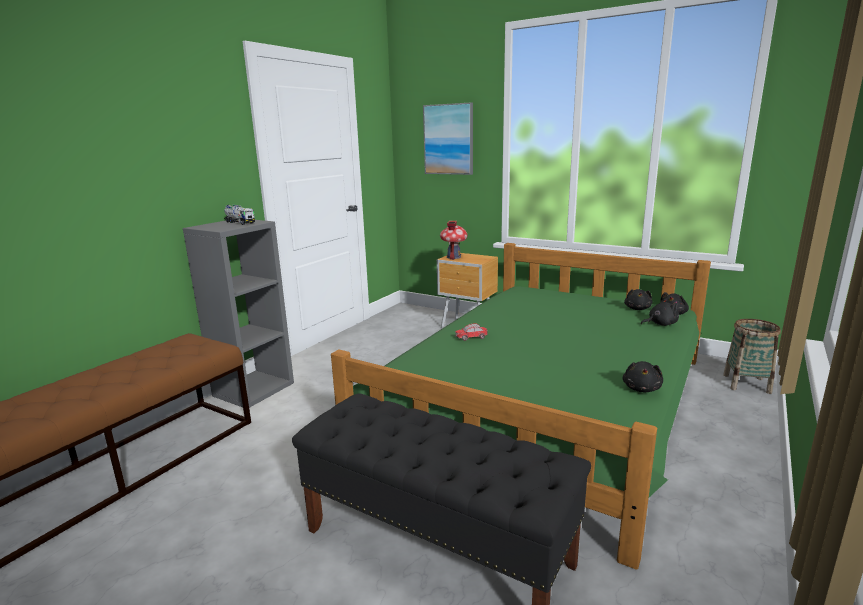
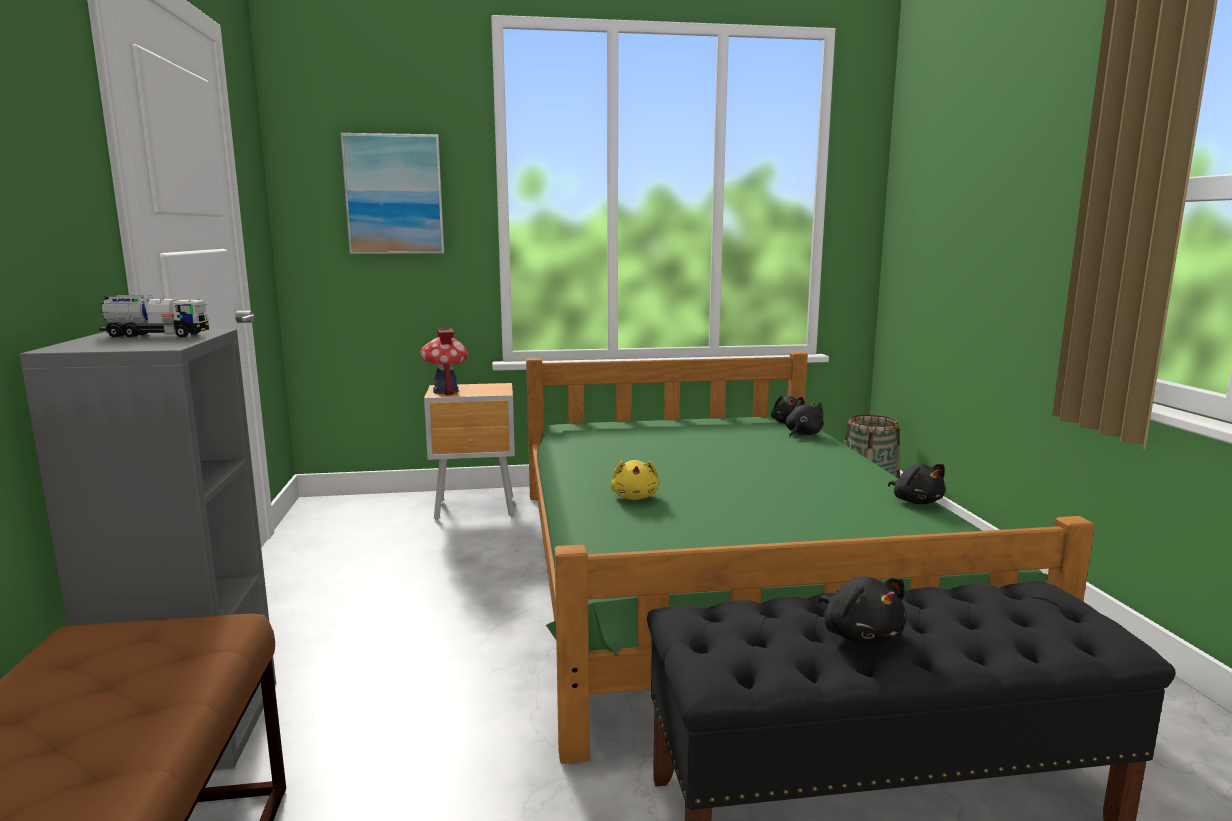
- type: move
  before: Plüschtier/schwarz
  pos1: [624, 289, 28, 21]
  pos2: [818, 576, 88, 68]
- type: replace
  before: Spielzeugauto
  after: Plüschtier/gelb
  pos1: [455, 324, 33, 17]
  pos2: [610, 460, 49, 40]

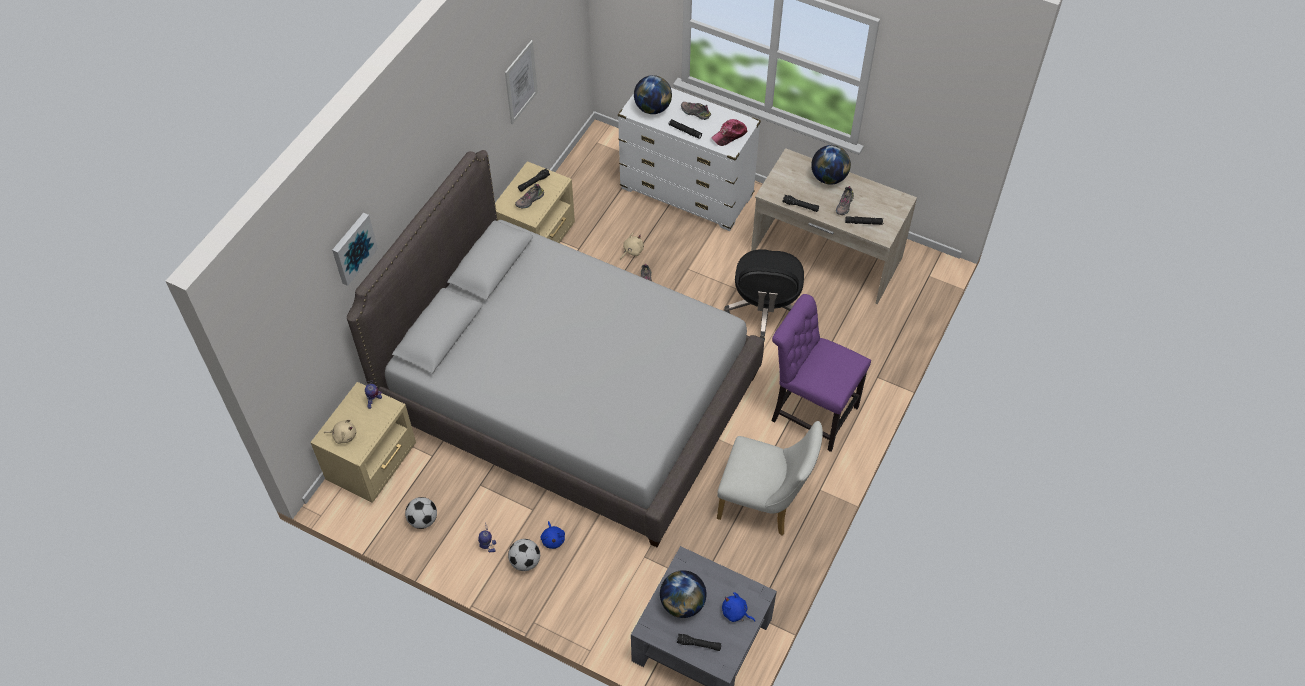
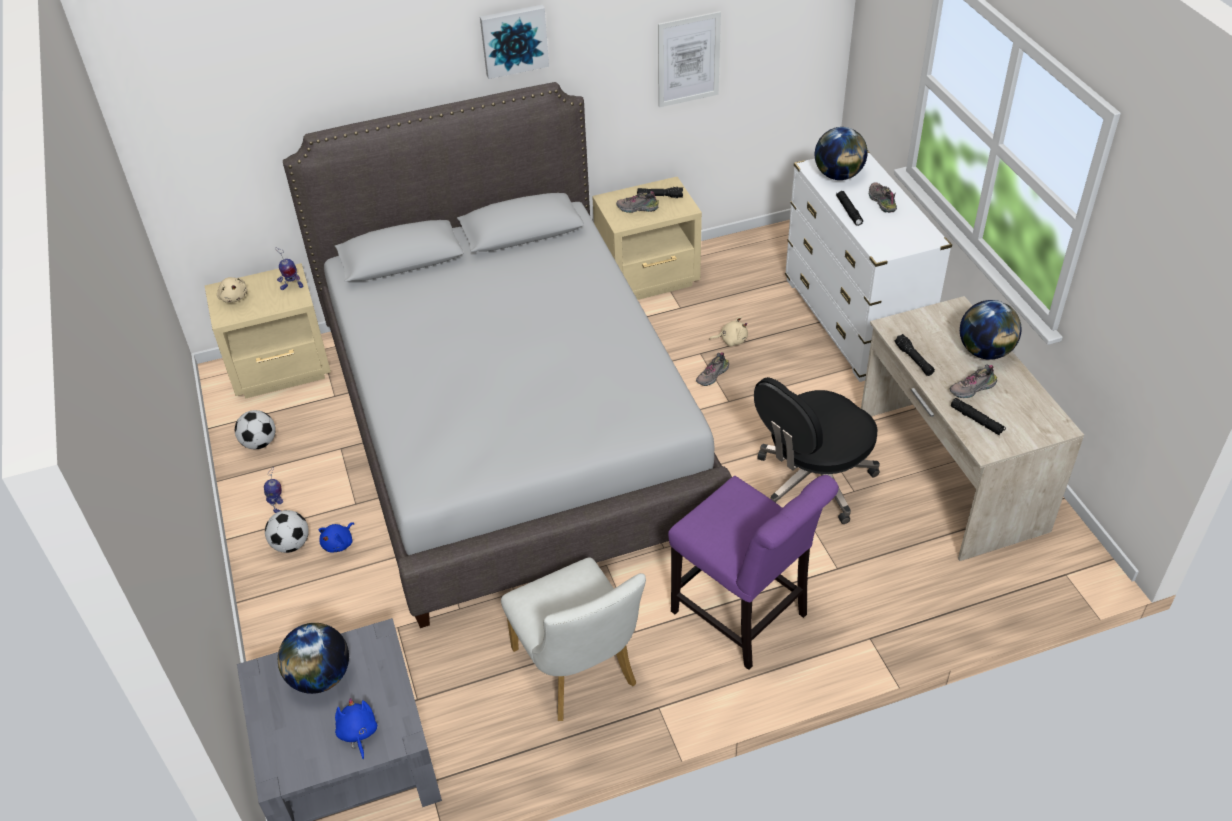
- type: delete
  before: Taschenlampe/schwarz
  pos1: [677, 634, 44, 17]
- type: delete
  before: Kappe
  pos1: [711, 119, 37, 27]
- type: move
  before: Bild
  pos1: [332, 213, 46, 73]
  pos2: [480, 5, 69, 74]
- type: rotate
  before: Stuhl/lila
  pos1: [771, 294, 100, 158]
  pos2: [668, 475, 171, 195]
  turn: 150

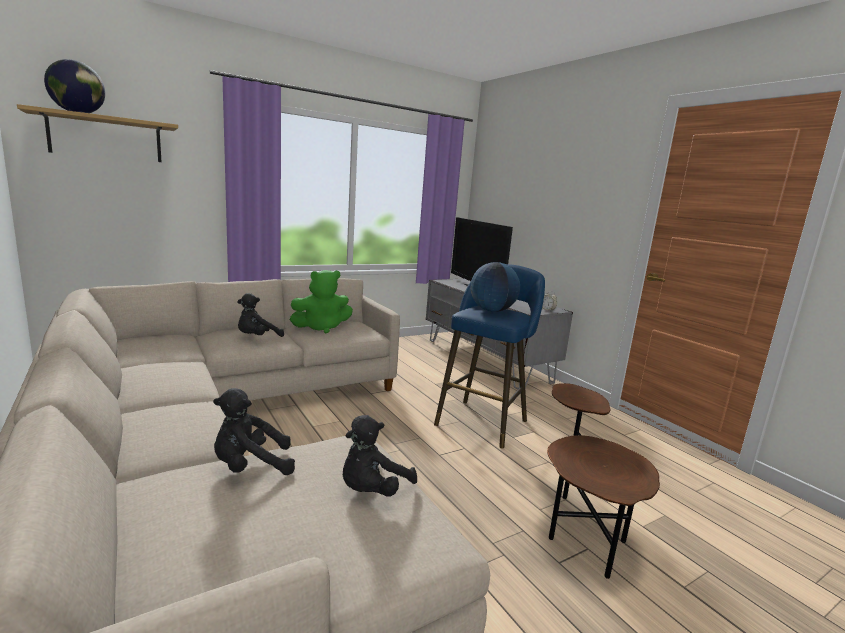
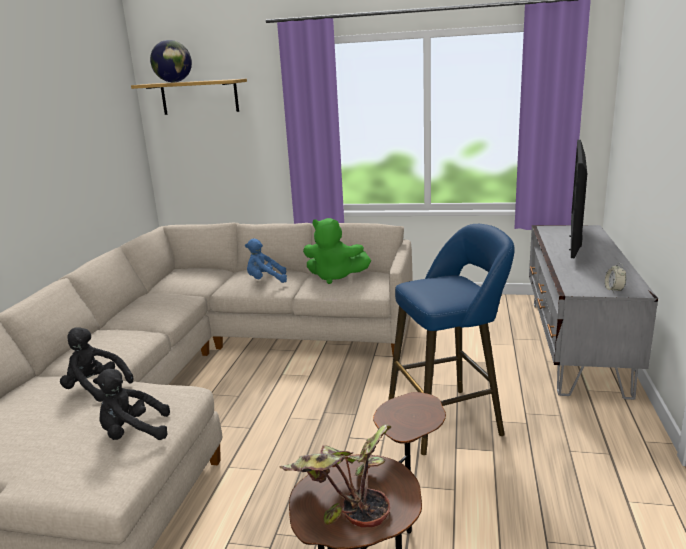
- type: delete
  before: Globus
  pos1: [471, 262, 49, 50]
- type: insert
  after: Topfpflanze
  pos2: [279, 424, 112, 104]
- type: recolor
  before: Plüschtier/schwarz
  after: Plüschtier/blau
  pos1: [237, 293, 47, 44]
  pos2: [245, 239, 42, 44]

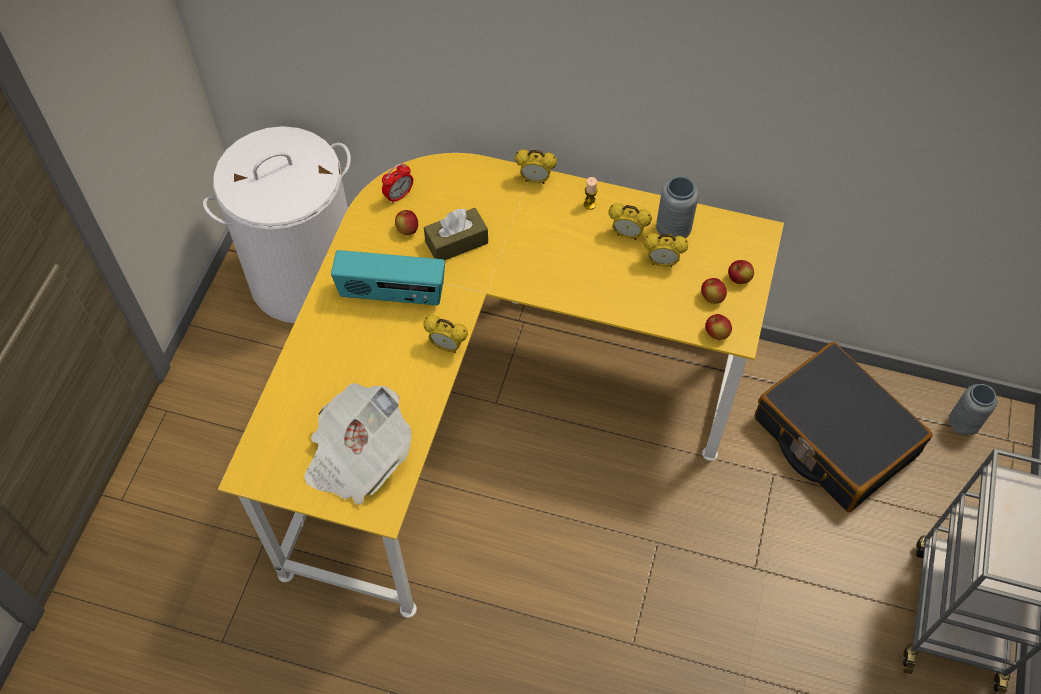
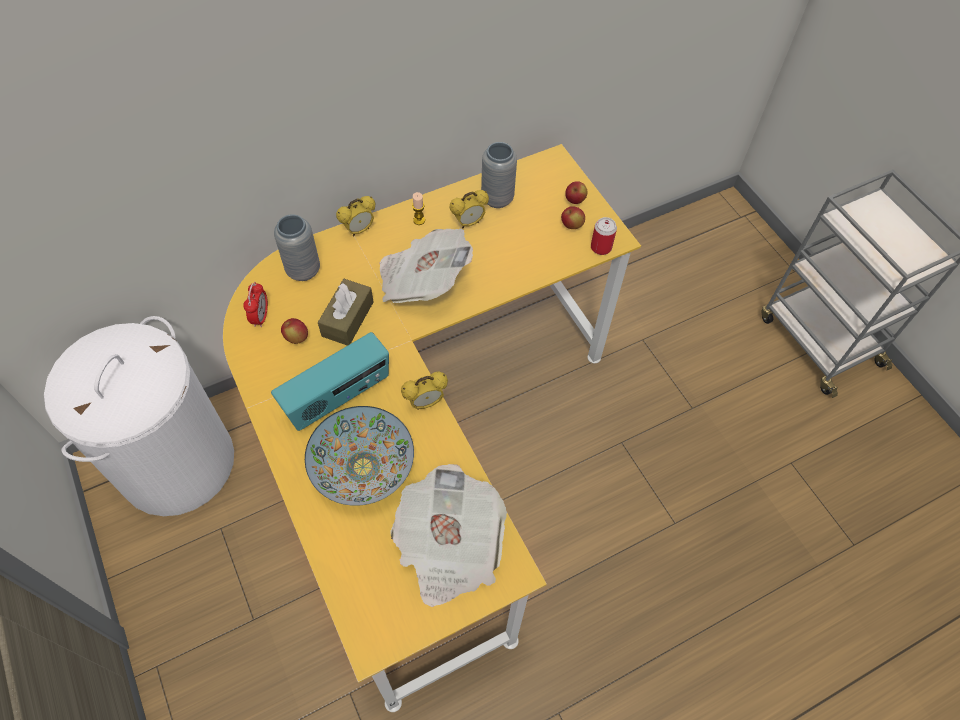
- type: delete
  before: Wecker
  pos1: [644, 233, 44, 34]
- type: delete
  before: Koffer/schwarz
  pos1: [755, 342, 177, 170]
- type: insert
  after: Schüssel
  pos2: [305, 406, 109, 100]
- type: insert
  after: Zeitung
  pos2: [380, 229, 93, 74]
- type: move
  before: Vase/grau
  pos1: [949, 384, 48, 52]
  pos2: [274, 214, 46, 67]
- type: replace
  before: Apfel
  after: Dose
  pos1: [705, 314, 27, 26]
  pos2: [591, 217, 26, 38]

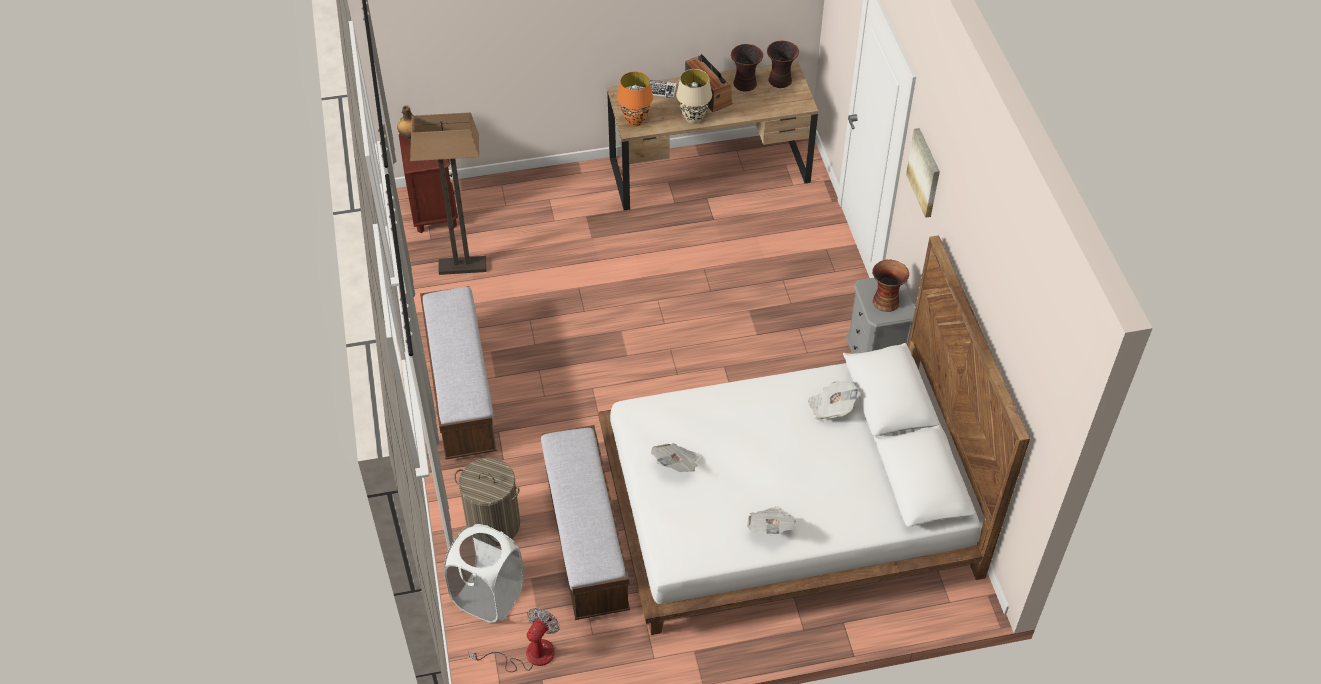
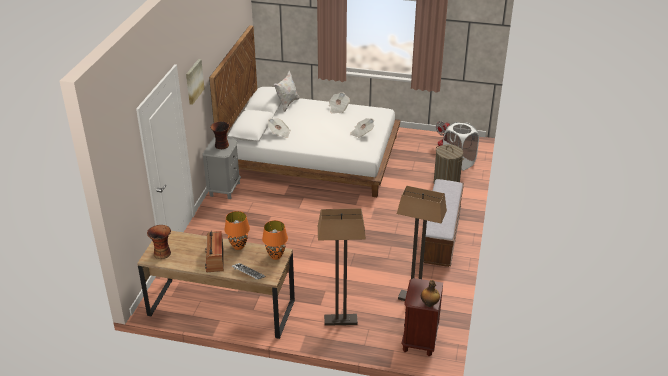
- type: delete
  before: Bank
  pos1: [541, 425, 89, 195]
- type: delete
  before: Vase
  pos1: [731, 44, 32, 48]
- type: insert
  after: Kissen/weiß
  pos2: [274, 70, 26, 42]
- type: insert
  after: Stehlampe
  pos2: [318, 208, 48, 118]
- type: recolor
  before: Tischlampe/beige
  after: Tischlampe/orange
  pos1: [676, 69, 36, 55]
  pos2: [225, 211, 25, 39]

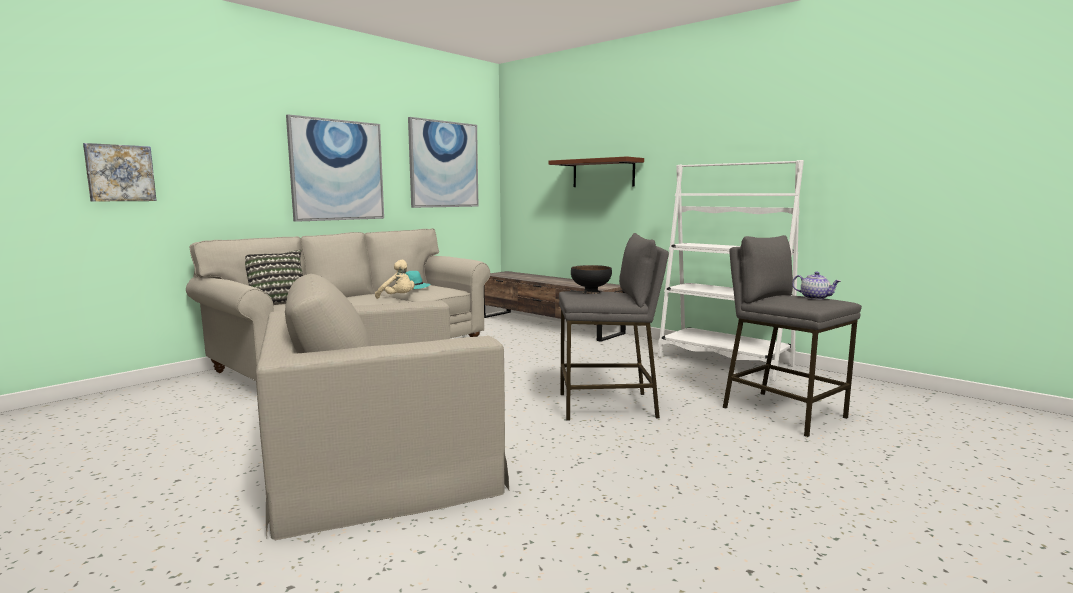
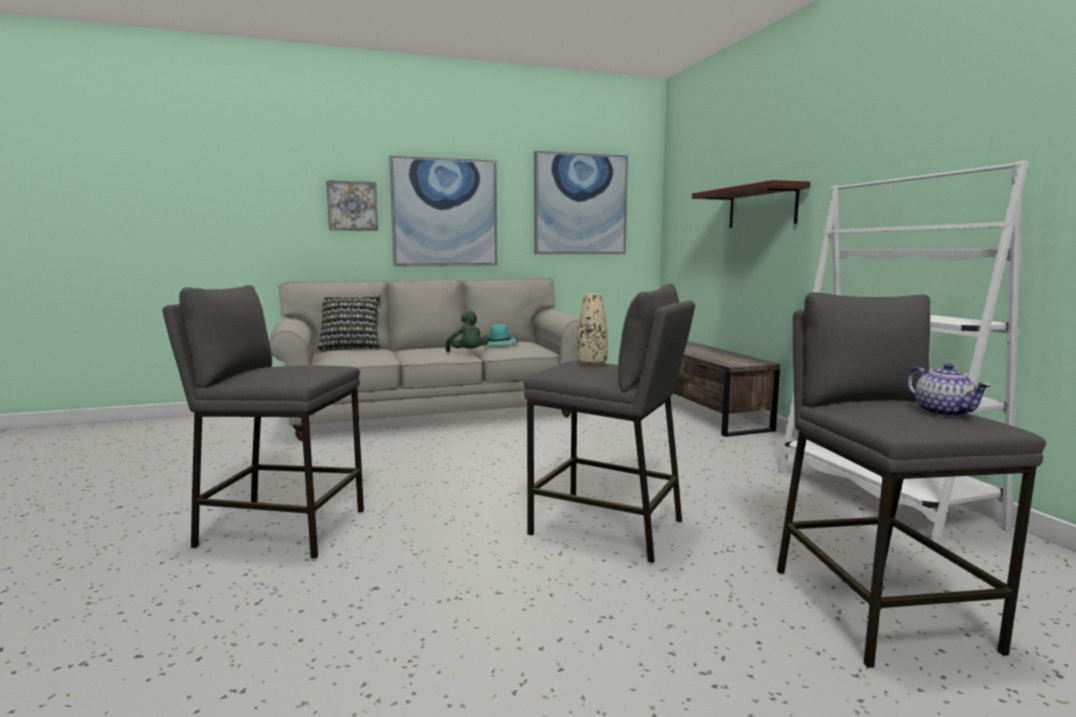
- type: move
  before: Bild
  pos1: [83, 143, 74, 58]
  pos2: [326, 180, 52, 51]
- type: replace
  before: Sessel/beige
  after: Hocker/grau
  pos1: [256, 274, 253, 266]
  pos2: [162, 285, 202, 274]
- type: replace
  before: Schüssel/schwarz
  after: Vase/beige
  pos1: [571, 265, 41, 29]
  pos2: [577, 293, 31, 74]
- type: recolor
  before: Plüschtier/beige
  after: Plüschtier/grün
  pos1: [375, 260, 40, 39]
  pos2: [445, 310, 44, 42]

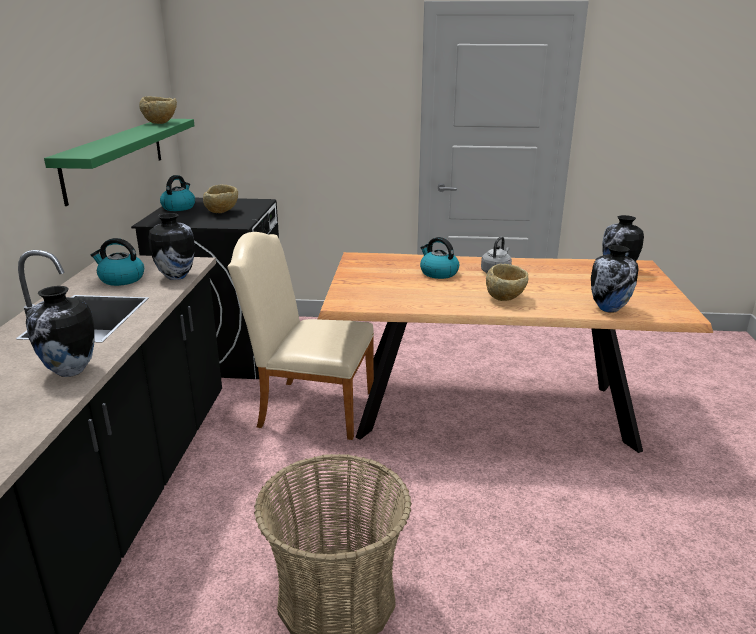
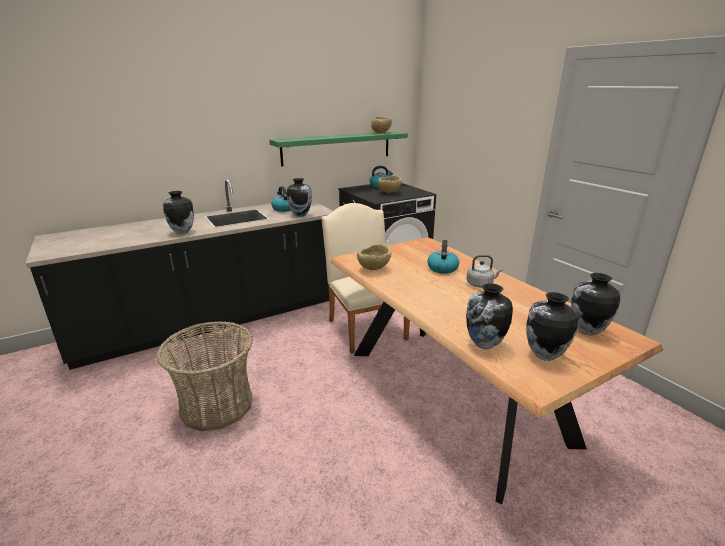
- type: insert
  after: Vase
  pos2: [526, 292, 52, 69]
- type: move
  before: Schüssel/beige
  pos1: [486, 264, 42, 37]
  pos2: [357, 244, 34, 26]

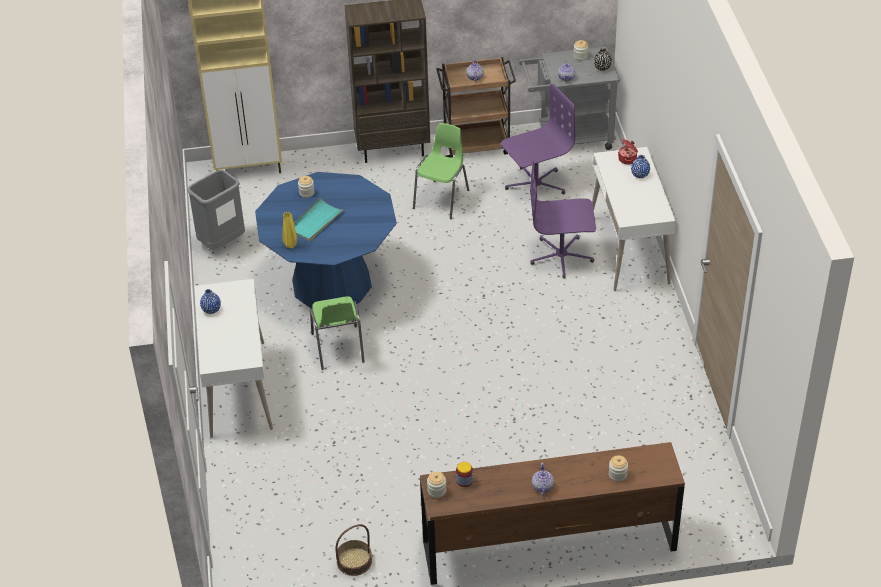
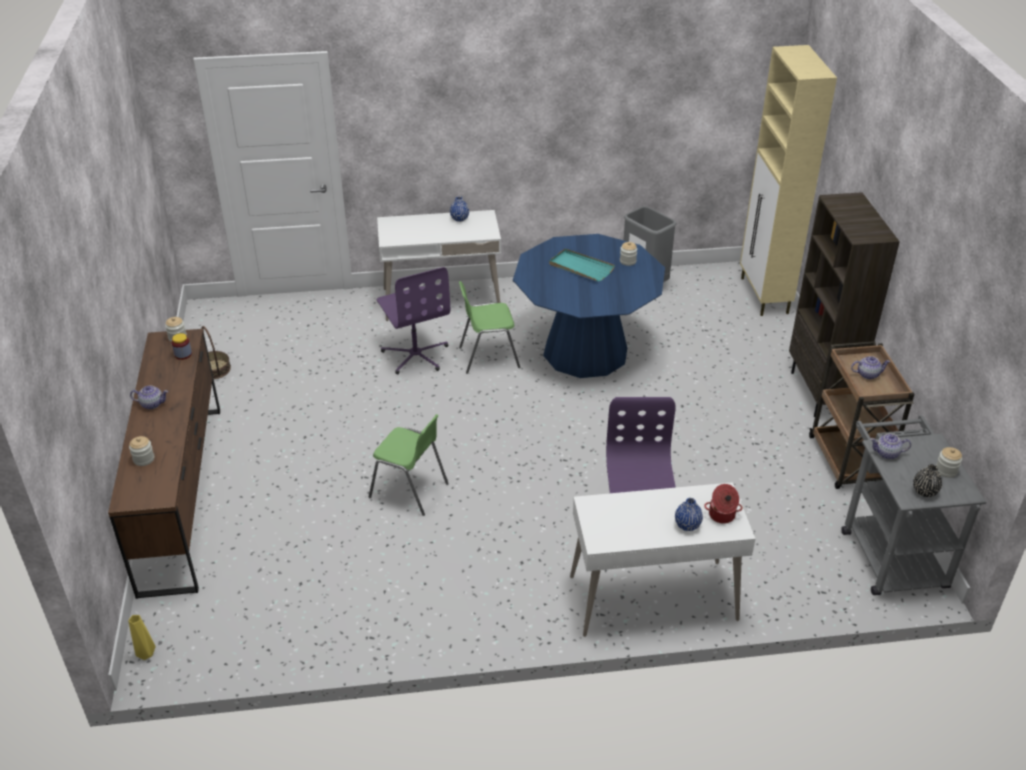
- type: move
  before: Vase/gelb
  pos1: [282, 212, 15, 36]
  pos2: [128, 615, 27, 45]
- type: move
  before: Stuhl/grün
  pos1: [413, 123, 56, 96]
  pos2: [369, 414, 80, 102]
- type: move
  before: Bürostuhl/lila
  pos1: [501, 83, 74, 111]
  pos2: [376, 267, 74, 107]

